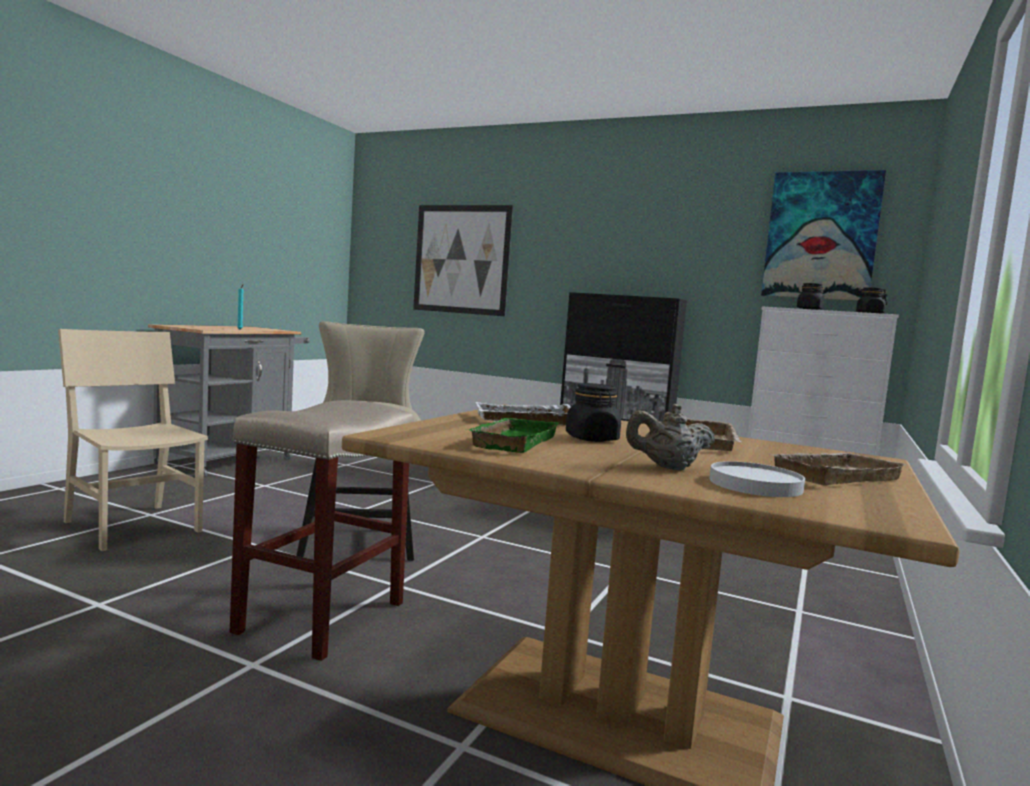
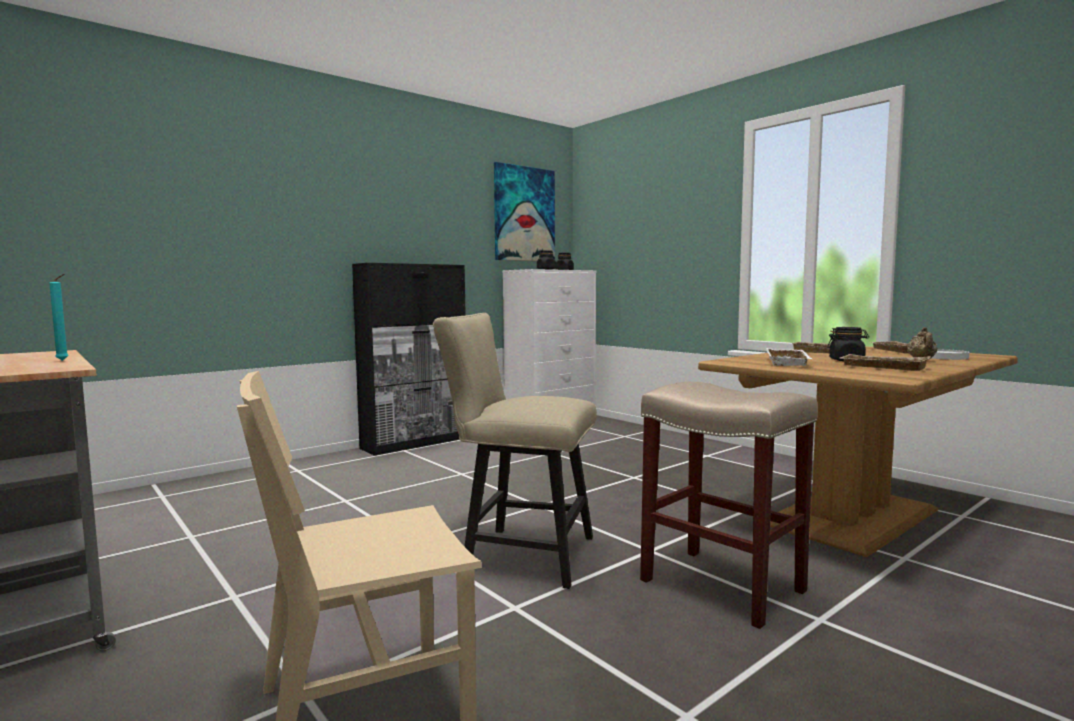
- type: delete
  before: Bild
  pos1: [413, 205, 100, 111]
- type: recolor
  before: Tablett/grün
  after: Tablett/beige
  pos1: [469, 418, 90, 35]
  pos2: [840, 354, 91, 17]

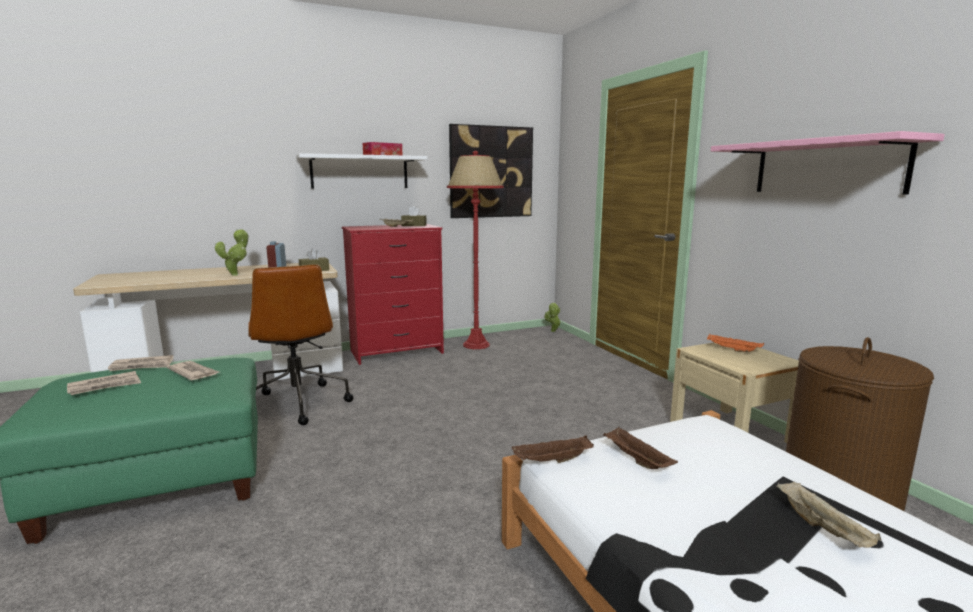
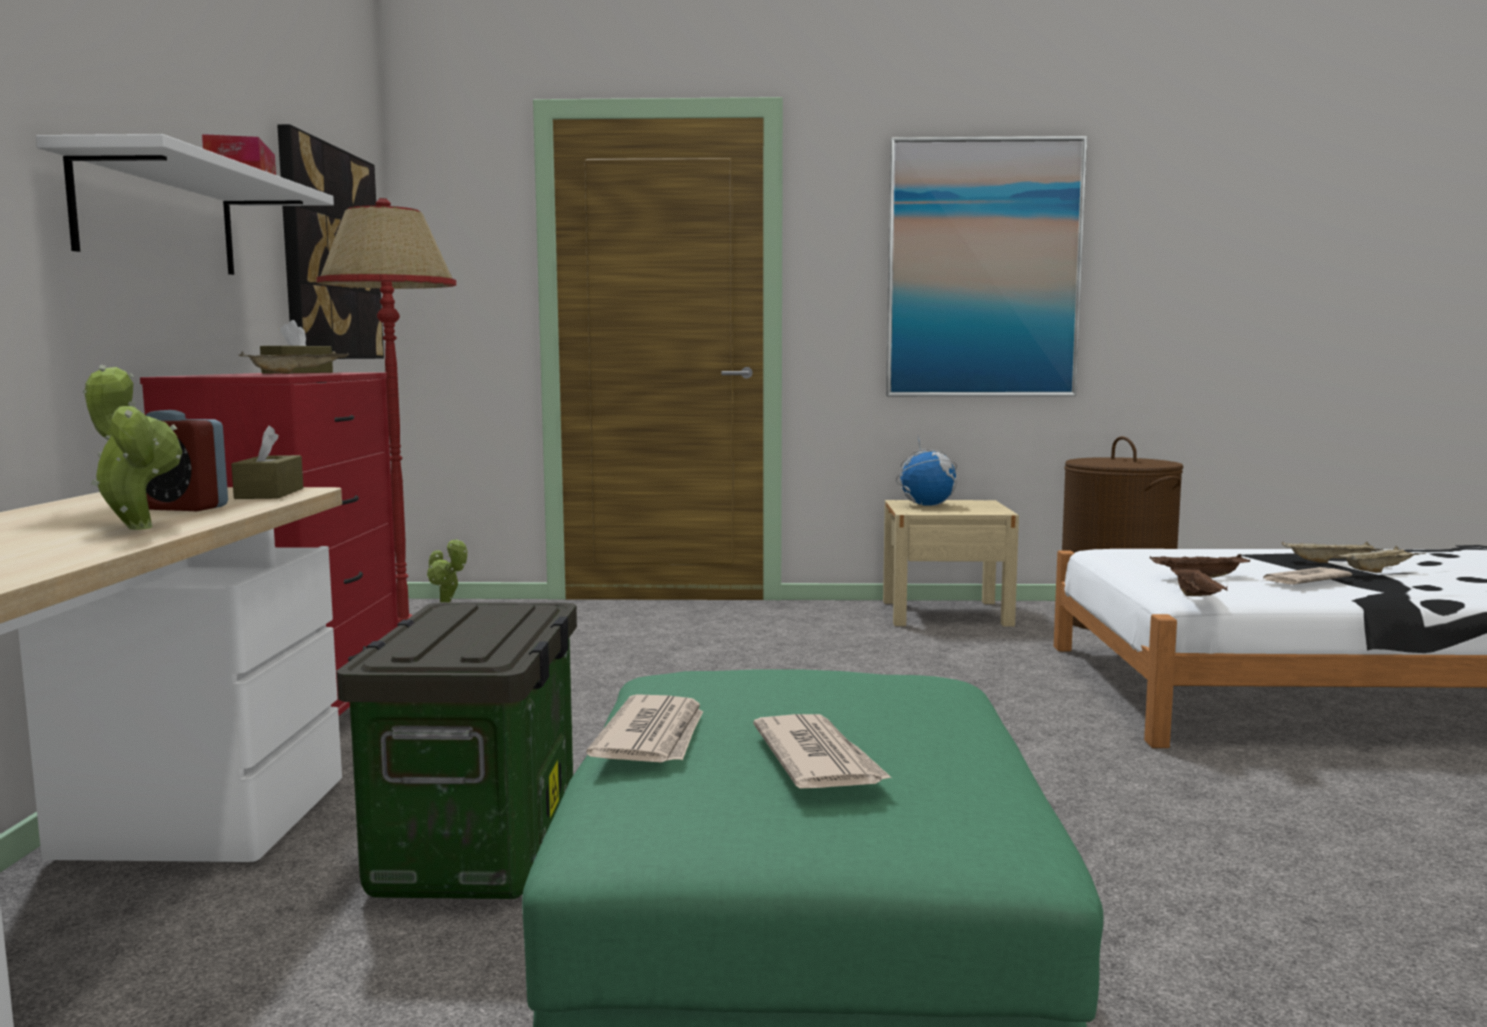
- type: insert
  after: Tablett/beige
  pos2: [1336, 546, 90, 27]
- type: move
  before: Zeitung
  pos1: [167, 361, 52, 19]
  pos2: [1263, 567, 89, 18]
- type: replace
  before: Bürostuhl/braun
  after: Aufbewahrungsbox
  pos1: [248, 264, 105, 161]
  pos2: [337, 602, 240, 297]
- type: replace
  before: Tablett/orange
  after: Globus
  pos1: [707, 334, 57, 18]
  pos2: [896, 434, 61, 72]
- type: replace
  before: Wandregal/rosa
  after: Bild
  pos1: [711, 131, 234, 63]
  pos2: [886, 136, 201, 260]

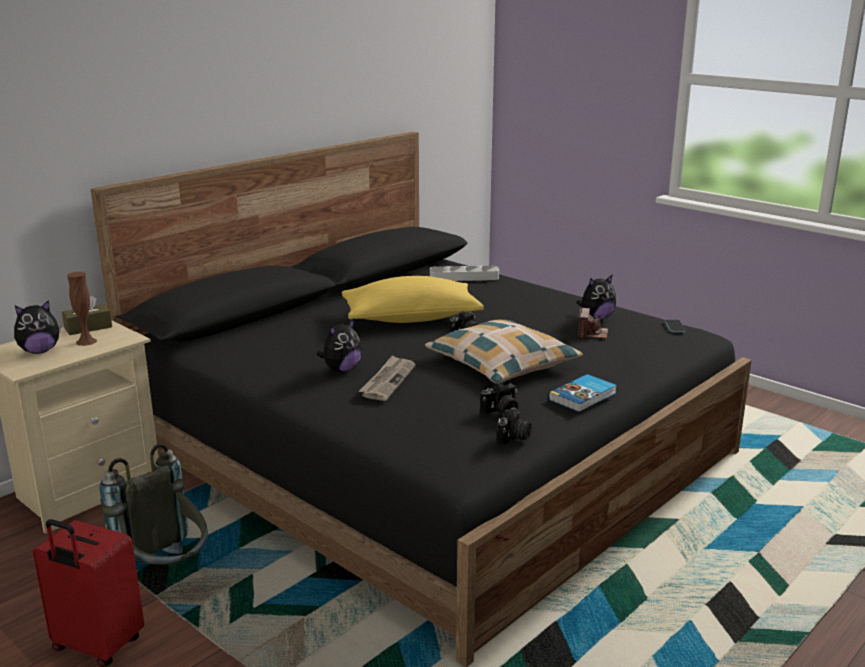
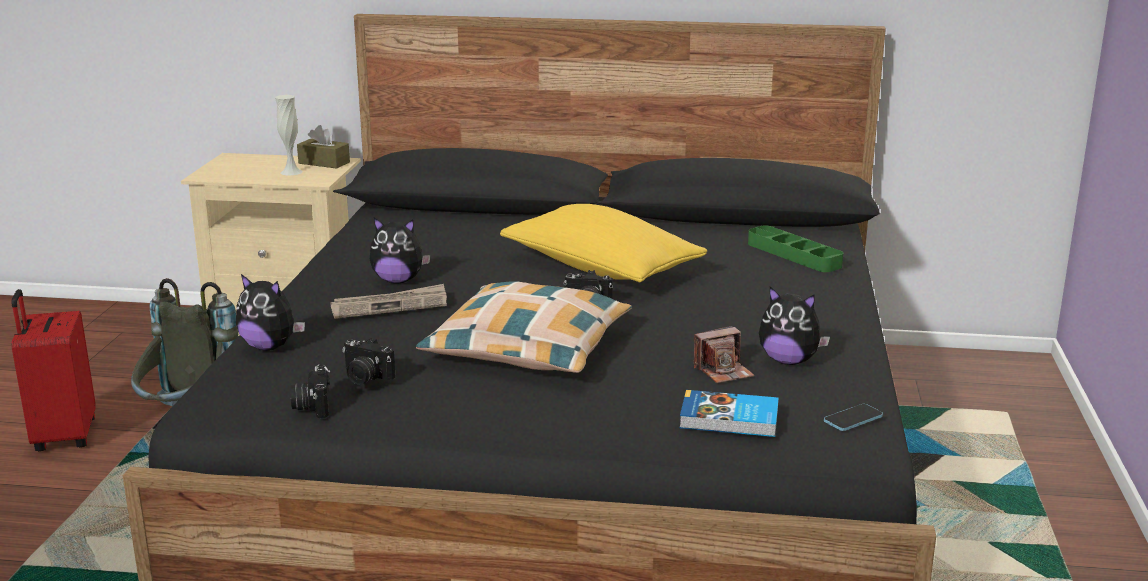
- type: move
  before: Plüschtier
  pos1: [14, 300, 47, 54]
  pos2: [236, 274, 69, 77]
- type: move
  before: Buch
  pos1: [549, 374, 68, 38]
  pos2: [679, 390, 100, 47]
- type: recolor
  before: Vase/braun
  after: Vase/weiß
  pos1: [67, 272, 30, 74]
  pos2: [275, 95, 28, 81]
- type: recolor
  before: Tablett/grau
  after: Tablett/grün
  pos1: [430, 266, 69, 15]
  pos2: [748, 225, 95, 47]
- type: rotate
  before: Kamera
  pos1: [497, 408, 35, 38]
  pos2: [291, 364, 39, 54]
  turn: 90

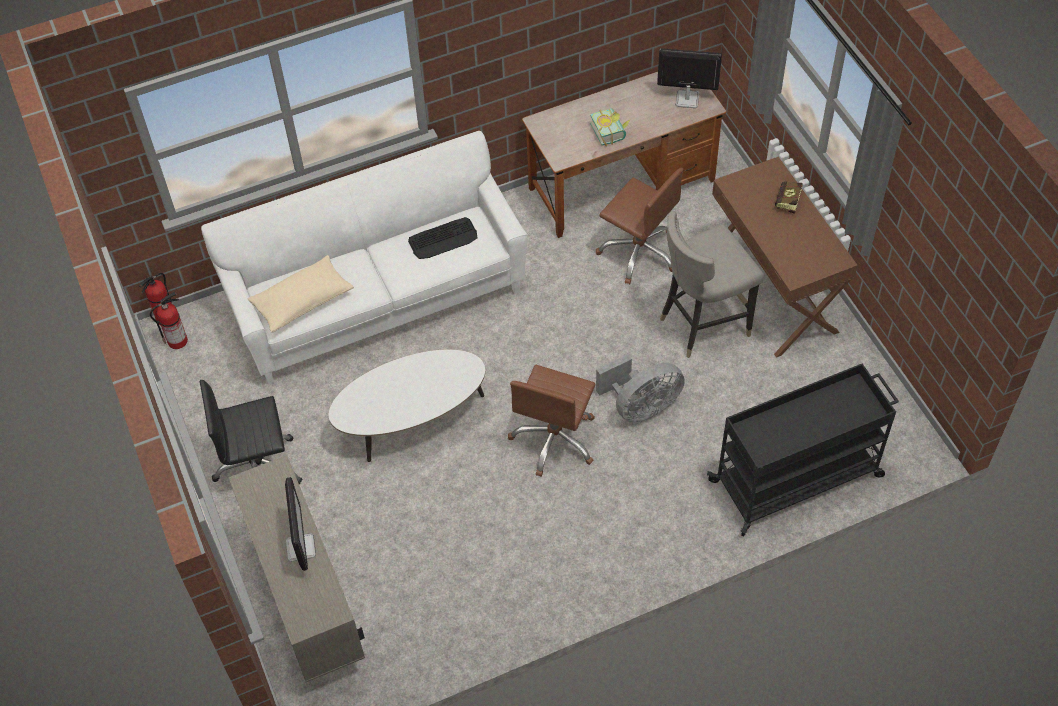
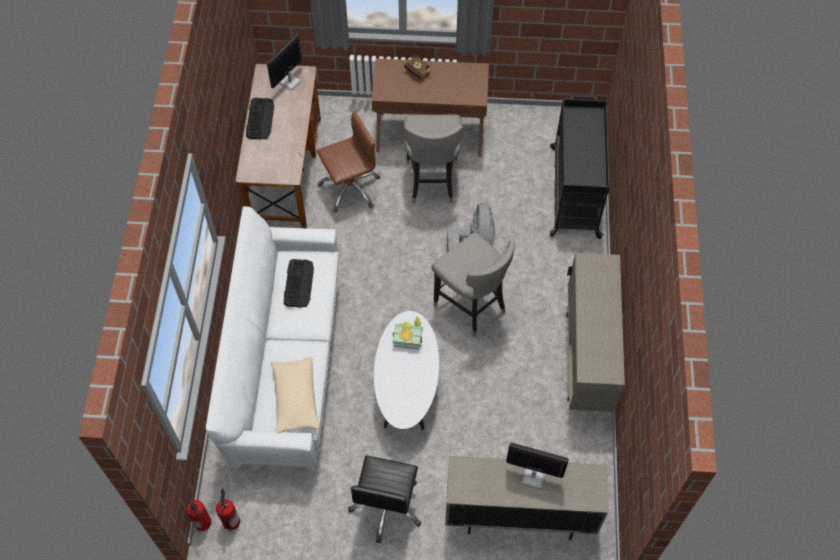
- type: insert
  after: Tastatur
  pos2: [246, 98, 28, 42]
- type: insert
  after: Schrank/beige
  pos2: [567, 253, 58, 159]
- type: move
  before: Buch
  pos1: [590, 108, 40, 39]
  pos2: [393, 317, 29, 33]
- type: replace
  before: Bürostuhl/braun
  after: Hocker/grau
  pos1: [508, 365, 88, 112]
  pos2: [432, 232, 83, 105]

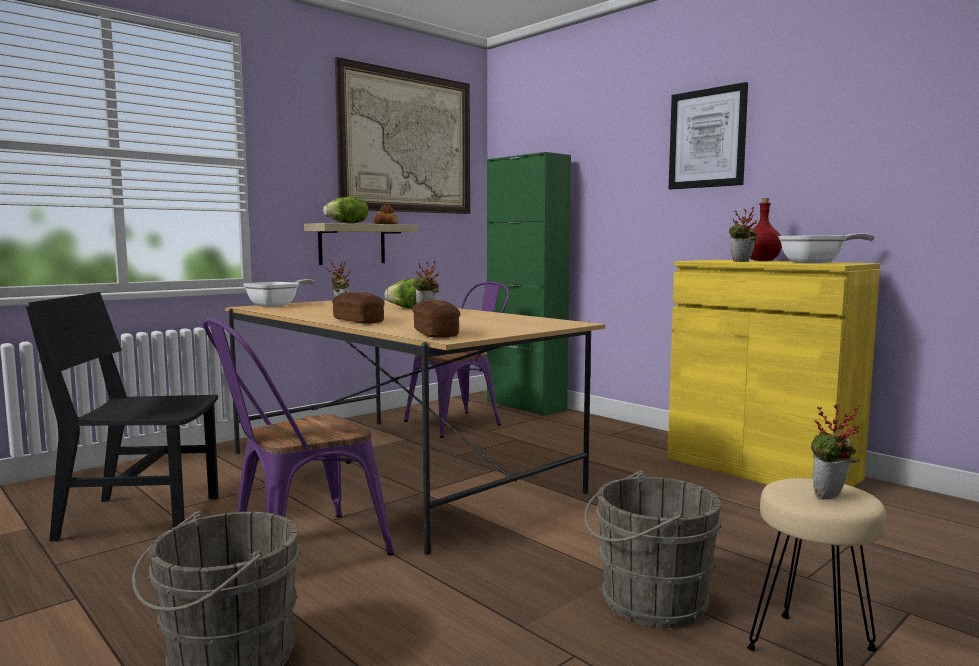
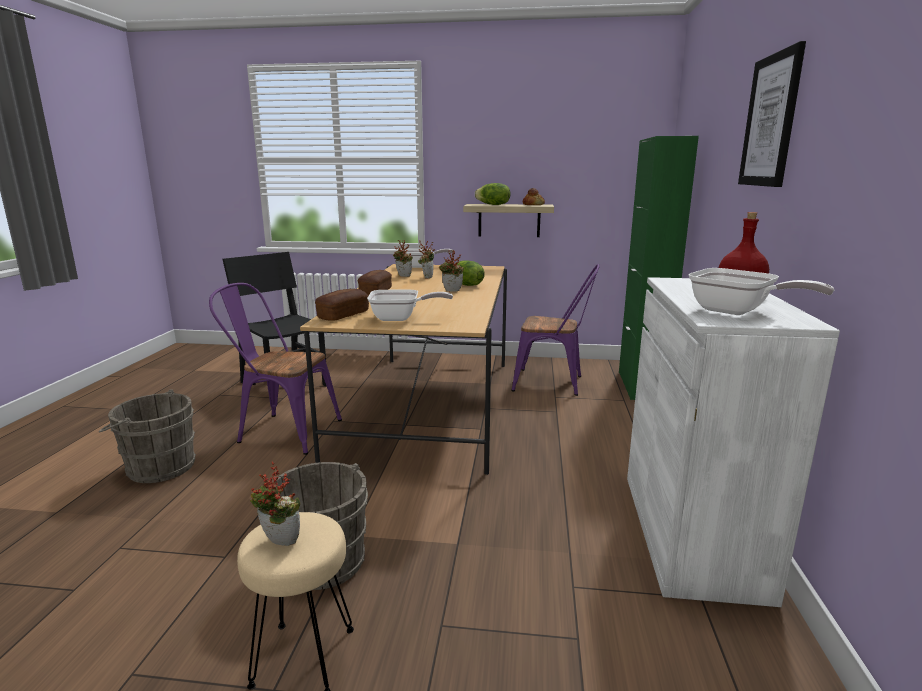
- type: delete
  before: Bild
  pos1: [335, 57, 135, 157]
- type: insert
  after: Pfanne
  pos2: [367, 290, 86, 31]
- type: move
  before: Topfpflanze
  pos1: [729, 207, 28, 55]
  pos2: [393, 240, 20, 37]
- type: recolor
  before: Schrank/gelb
  after: Schrank/weiß
  pos1: [668, 260, 212, 227]
  pos2: [627, 277, 213, 330]

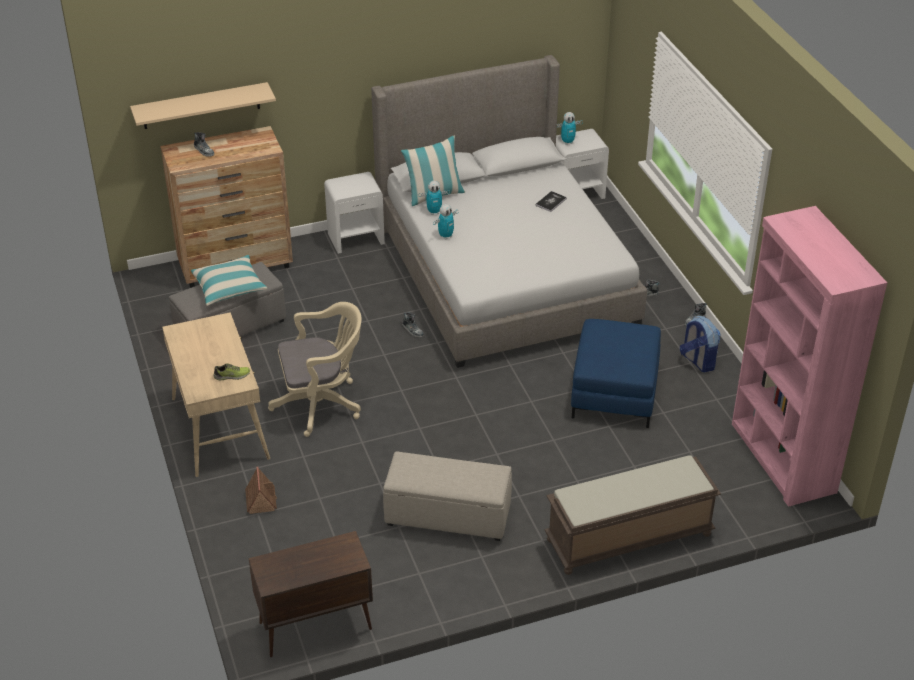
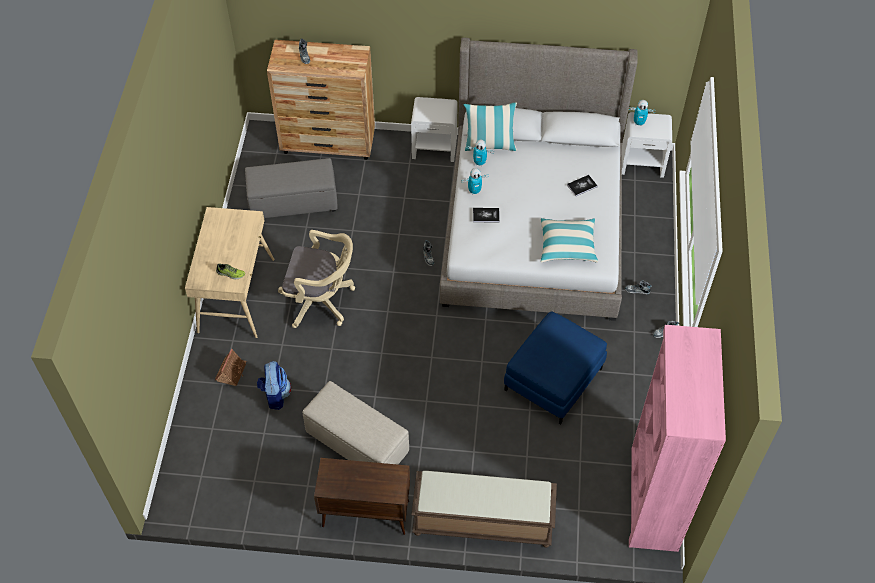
- type: delete
  before: Wandregal/beige
  pos1: [130, 82, 146, 47]
- type: insert
  after: Buch
  pos2: [473, 208, 27, 14]
- type: move
  before: Kissen
  pos1: [191, 255, 76, 51]
  pos2: [541, 218, 57, 45]
- type: move
  before: Schrank/braun
  pos1: [249, 531, 124, 126]
  pos2: [314, 458, 96, 77]
- type: move
  before: Rucksack
  pos1: [680, 316, 41, 56]
  pos2: [257, 361, 34, 49]

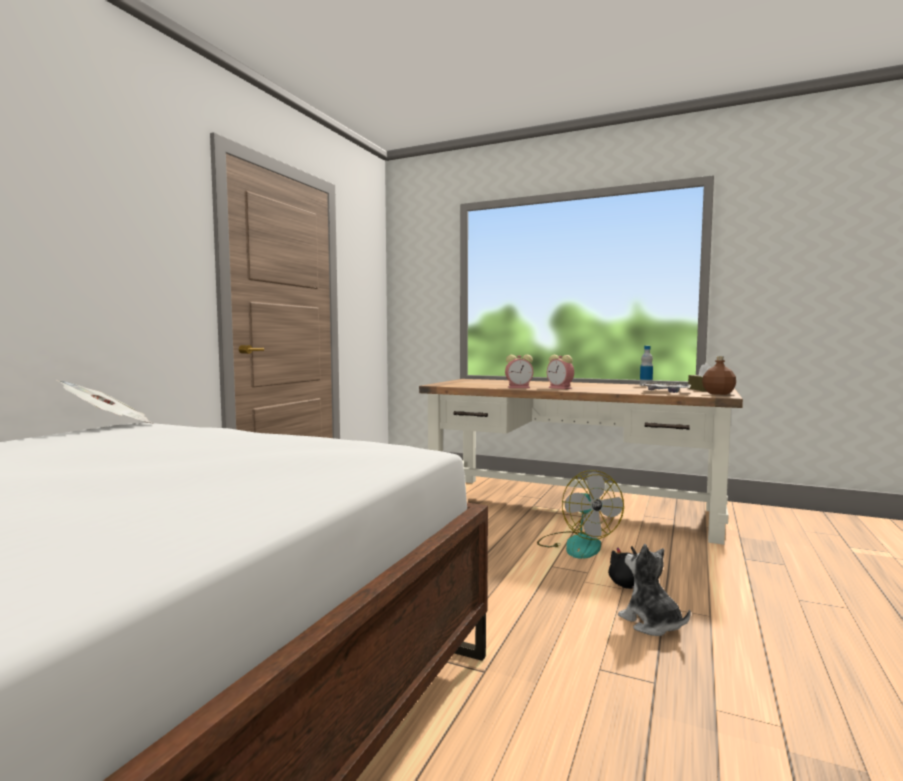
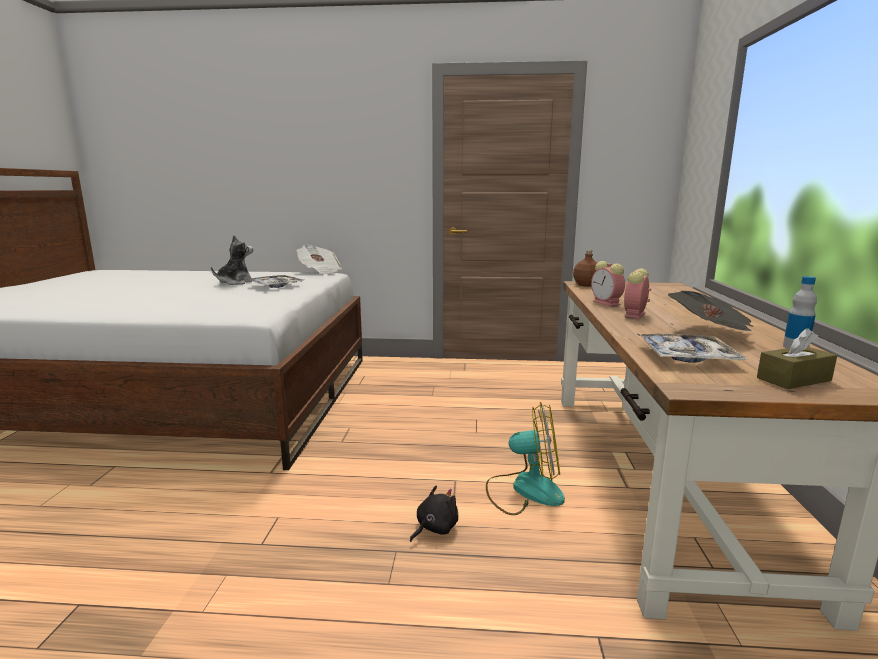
- type: insert
  after: Tablett
  pos2: [248, 275, 56, 13]
- type: insert
  after: Zeitung
  pos2: [668, 291, 86, 40]
- type: move
  before: Plüschtier
  pos1: [618, 544, 73, 92]
  pos2: [211, 235, 42, 50]
- type: move
  before: Flasche/braun
  pos1: [702, 356, 34, 39]
  pos2: [573, 250, 24, 36]
- type: rotate
  before: Ventilator
  pos1: [537, 470, 87, 89]
  pos2: [486, 401, 79, 114]
  turn: -135

